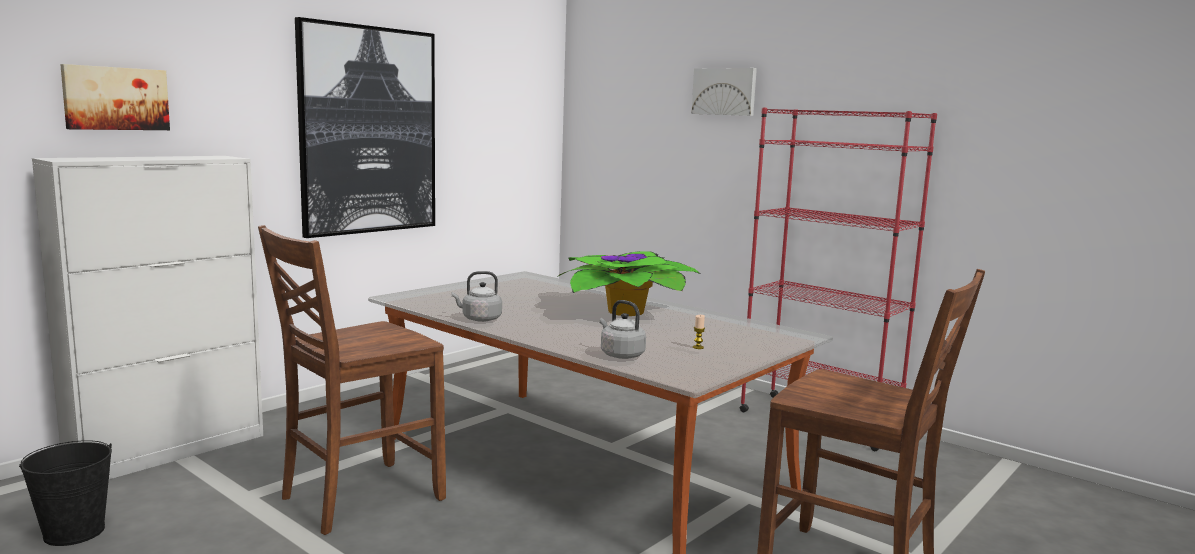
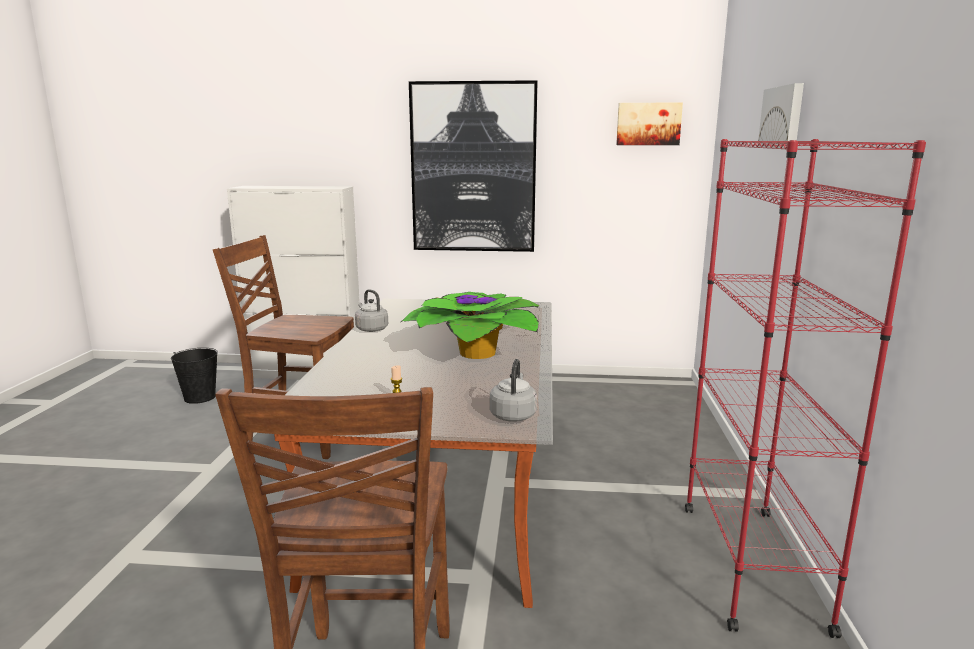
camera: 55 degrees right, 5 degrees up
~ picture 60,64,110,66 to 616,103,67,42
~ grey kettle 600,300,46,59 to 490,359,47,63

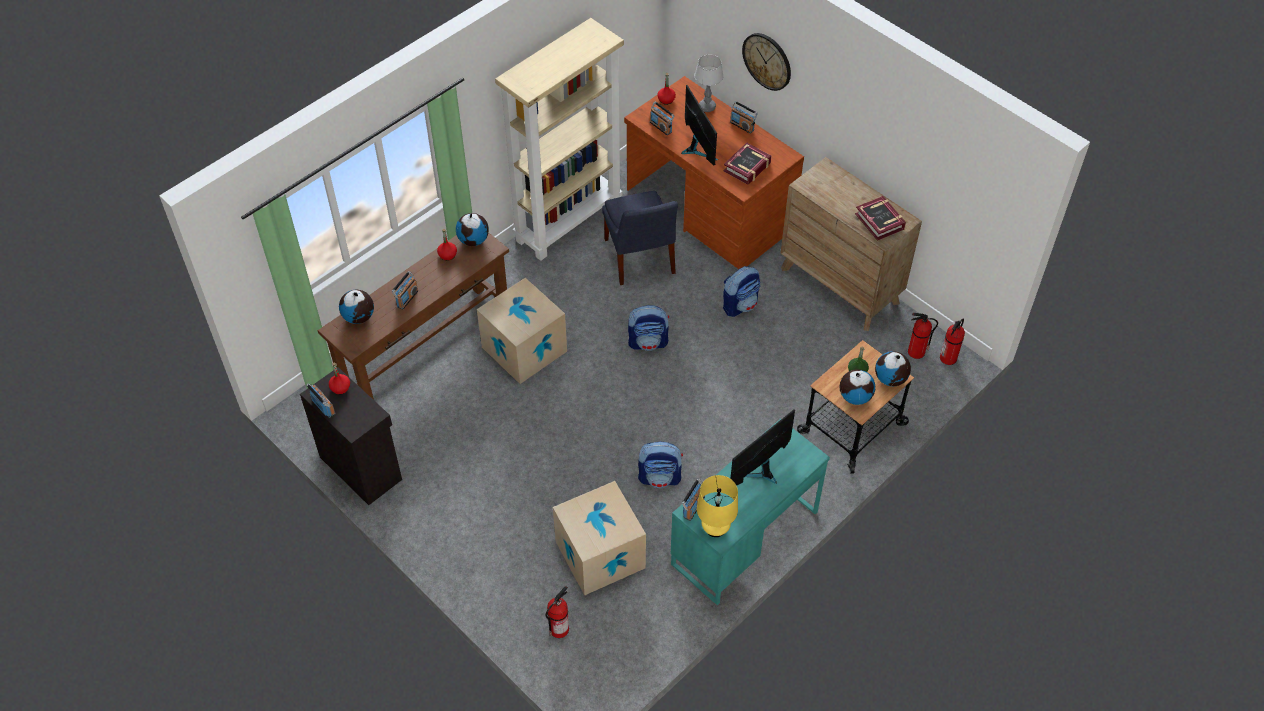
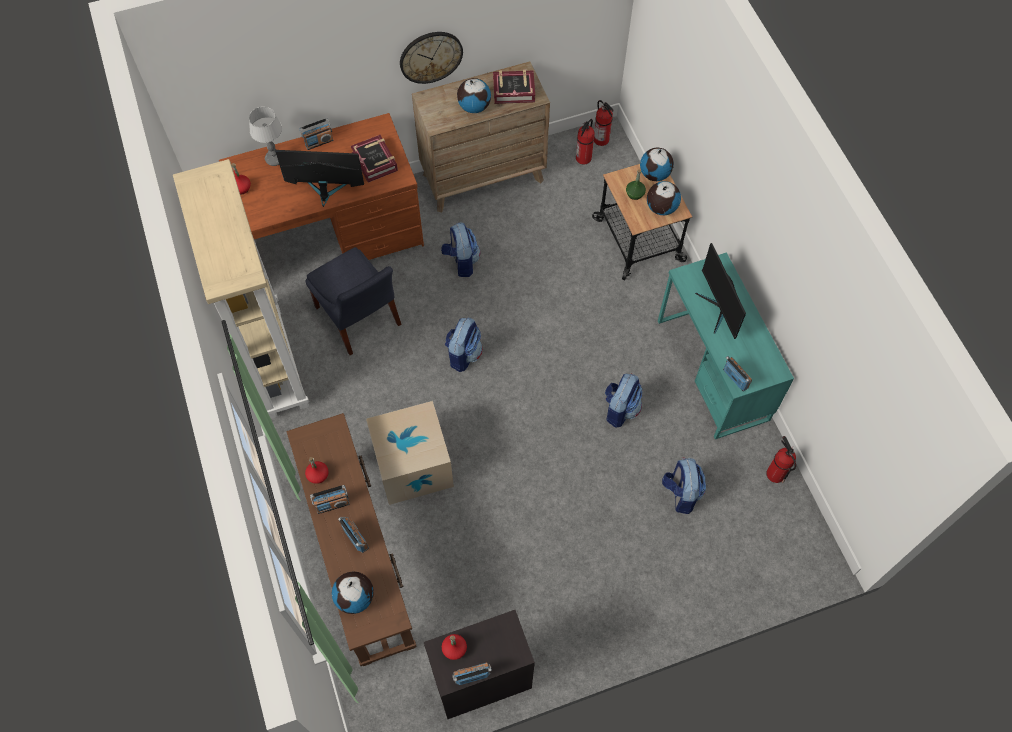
camera: 65 degrees left, 10 degrees up
~ wall clock 742,33,49,58 to 400,32,63,52
~ radio 650,101,24,34 to 310,485,40,29
~ blue chair 602,191,76,94 = 305,247,96,108 45 degrees clockwise
~ globe 456,213,33,33 to 457,78,34,35
- yellow table lamp 697,475,41,62
~ cardboard box 553,481,93,115 to backpack 662,458,44,56
~ fire extinguisher 546,586,23,52 to 766,436,30,47

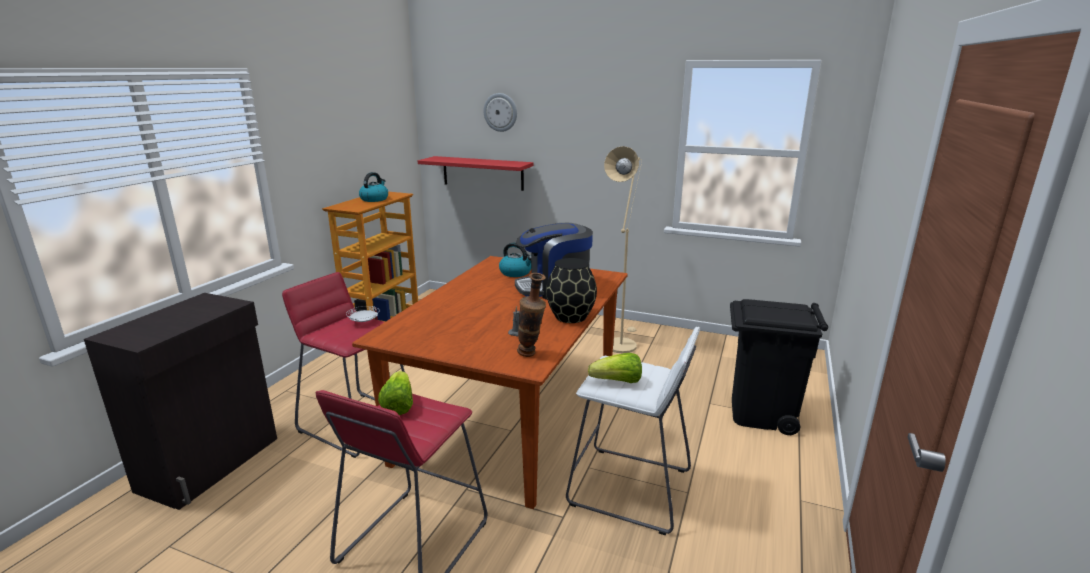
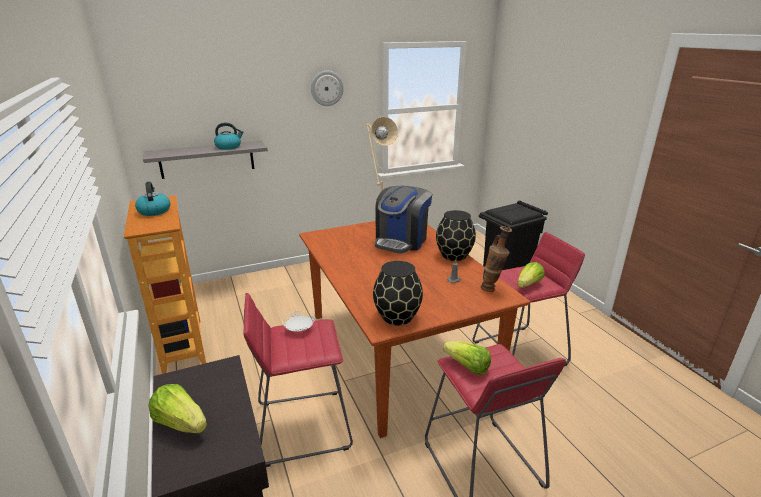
camera: 45 degrees left, 5 degrees up
~ wall clock 484,93,33,39 to 311,71,33,35
~ red shelf 418,156,115,35 to grey shelf 143,141,125,38
~ kettle 499,243,32,34 to 214,122,30,28
~ white stool 566,327,134,208 to red stool 472,232,113,134
+ black vase 373,261,50,65
+ lettuce 148,384,59,49

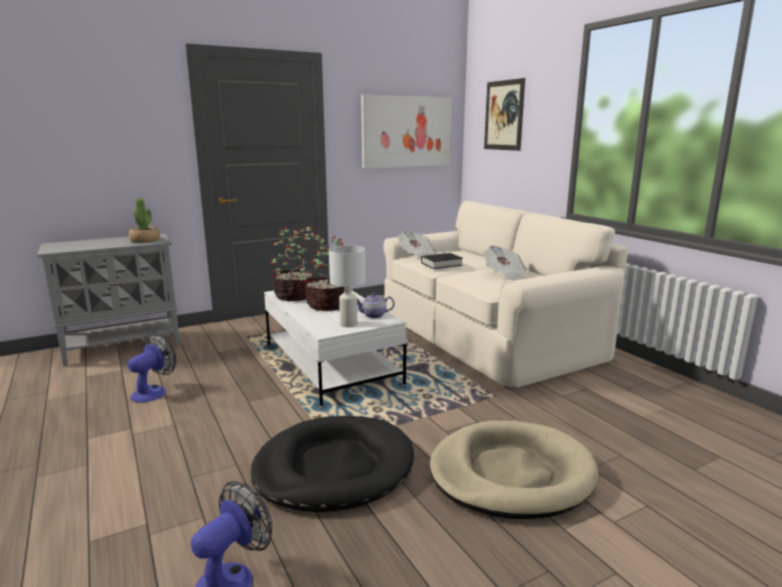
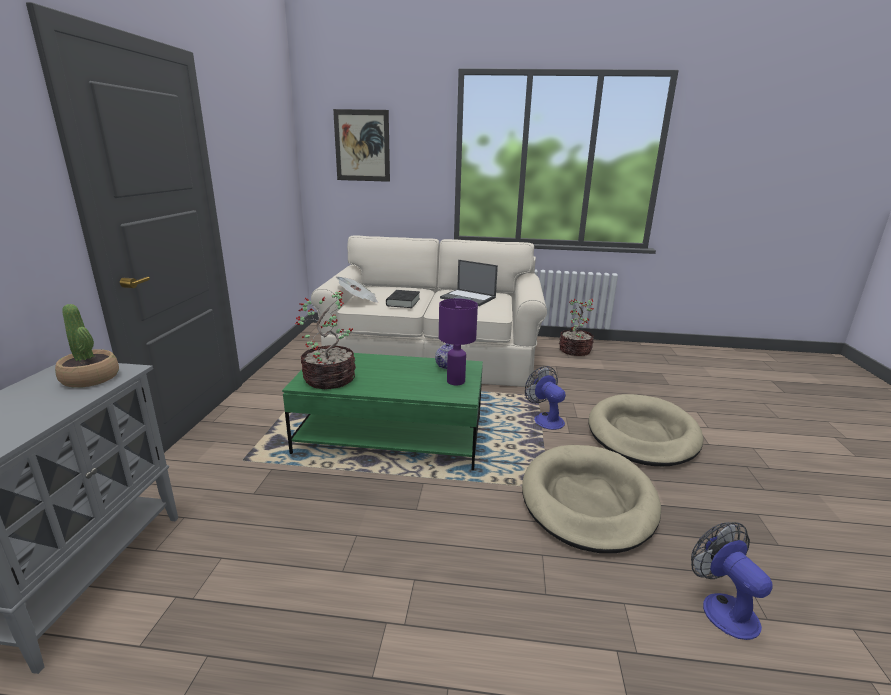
camera: 55 degrees left, 5 degrees up
- picture 361,95,91,73
~ potted plant 295,230,49,81 to 559,299,35,57
~ white table lamp 329,246,36,81 to purple table lamp 439,298,39,87
~ newspaper 483,246,46,35 to laptop 440,260,58,46
~ white coffee table 264,291,143,114 to green coffee table 282,353,201,117
~ fan 128,334,48,69 to 525,366,41,64
~ black dog bed 250,416,164,96 to beige dog bed 522,445,139,108

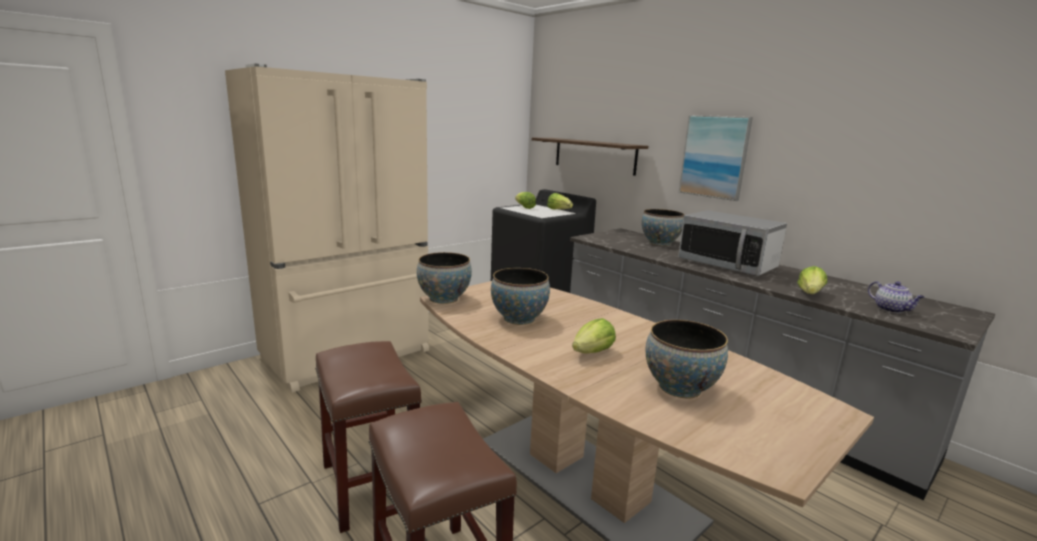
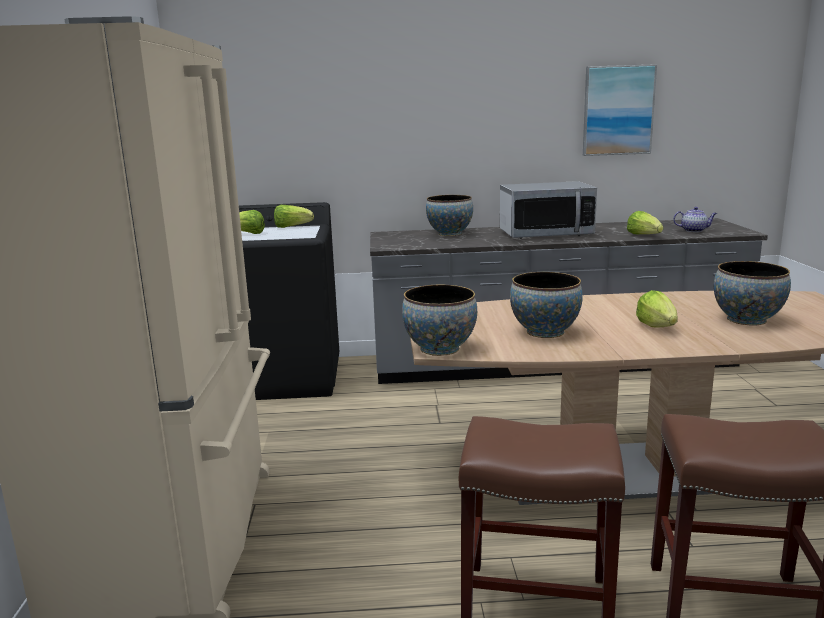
camera: 50 degrees left, 0 degrees up
~ picture 679,115,74,86 to 583,64,74,92
- shelf 532,138,116,38

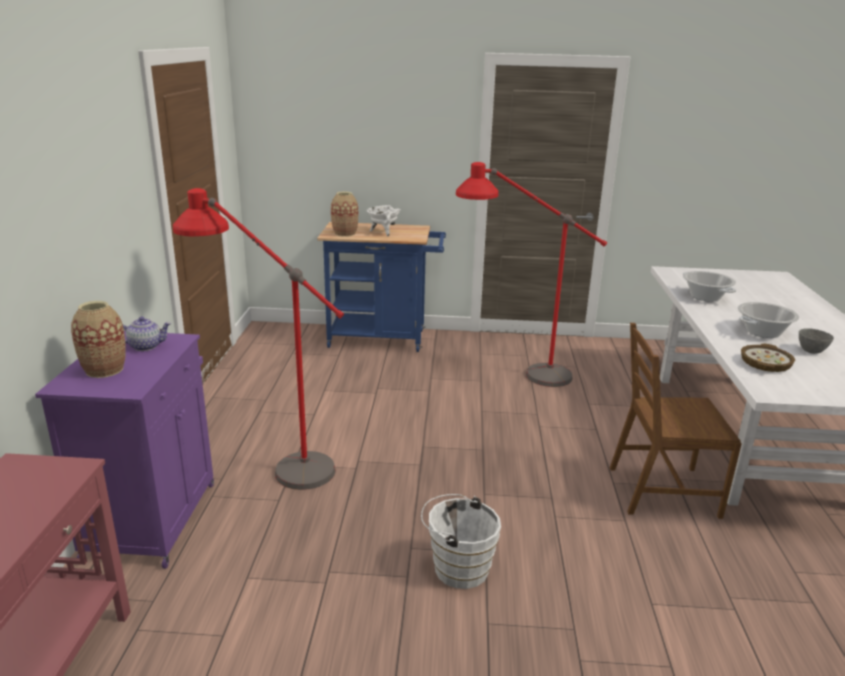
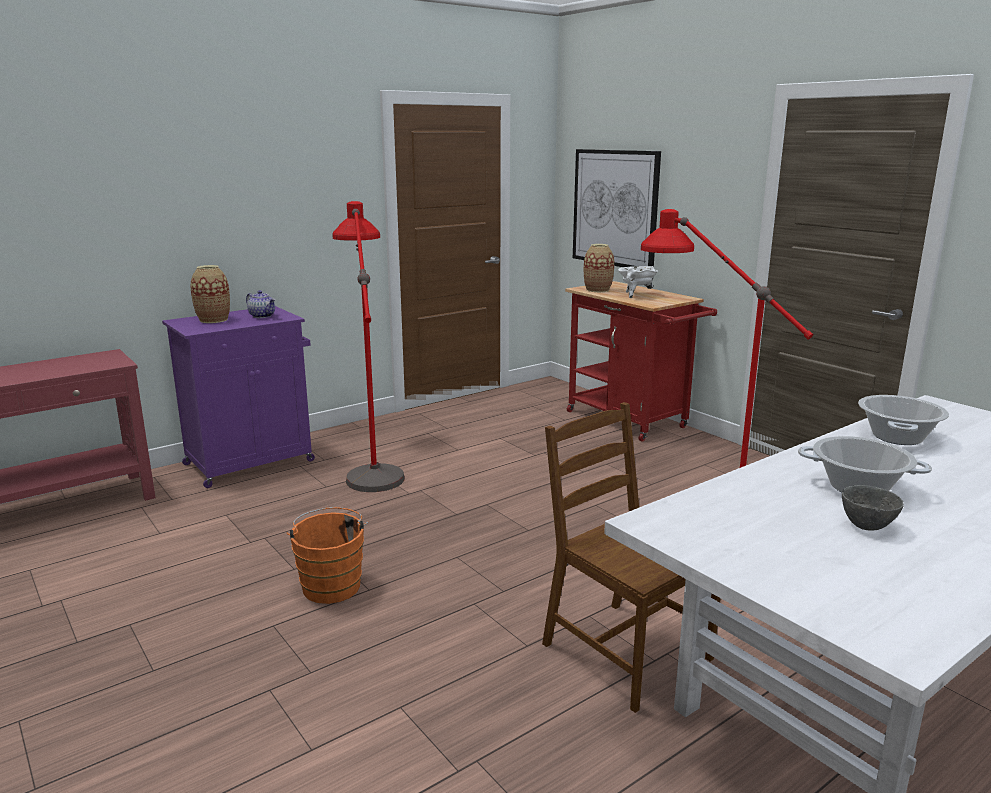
camera: 50 degrees right, 5 degrees down
~ blue cart 317,222,129,130 to red cart 565,281,152,161
- bowl 741,343,54,29
~ white bucket 421,494,80,95 to orange bucket 286,507,82,97
+ picture 573,149,88,118

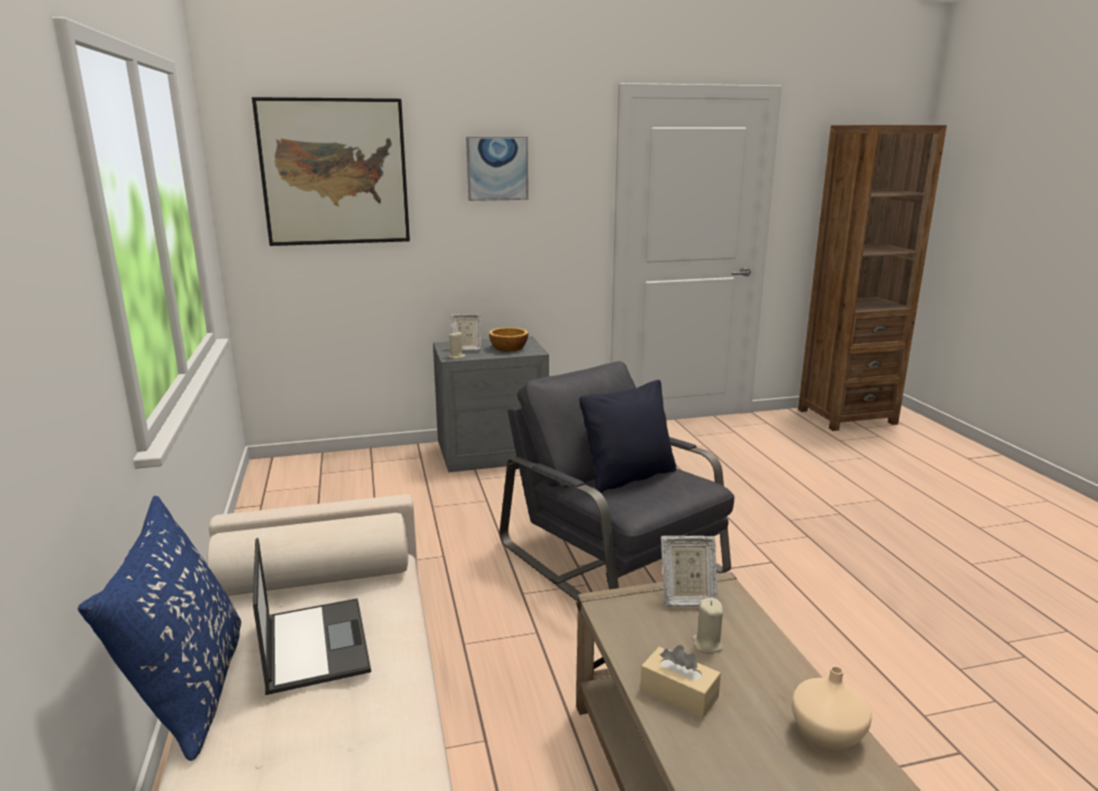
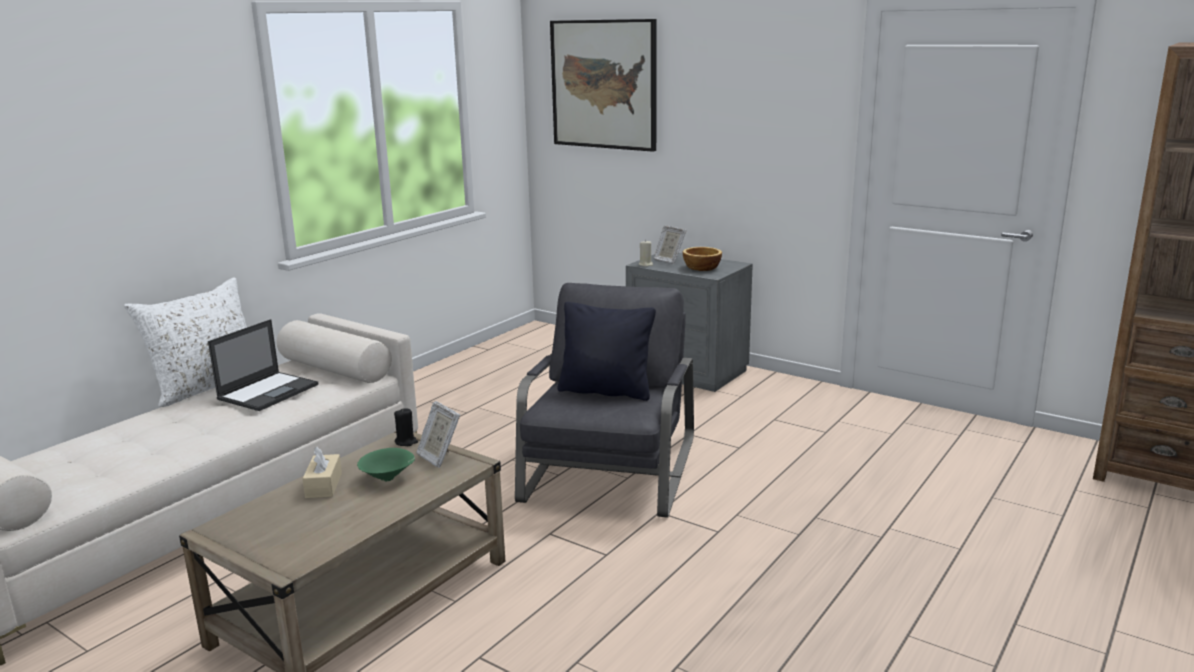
camera: 50 degrees right, 0 degrees up
- picture 466,137,62,64
~ blue pillow 78,496,163,265 to white pillow 124,277,123,130
~ beige candle 692,598,31,56 to green bowl 357,448,58,34
- beige vase 792,666,80,84
+ black candle 394,408,24,38

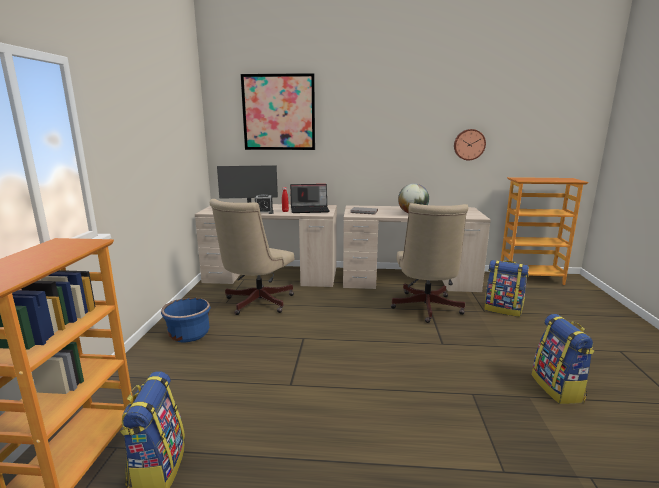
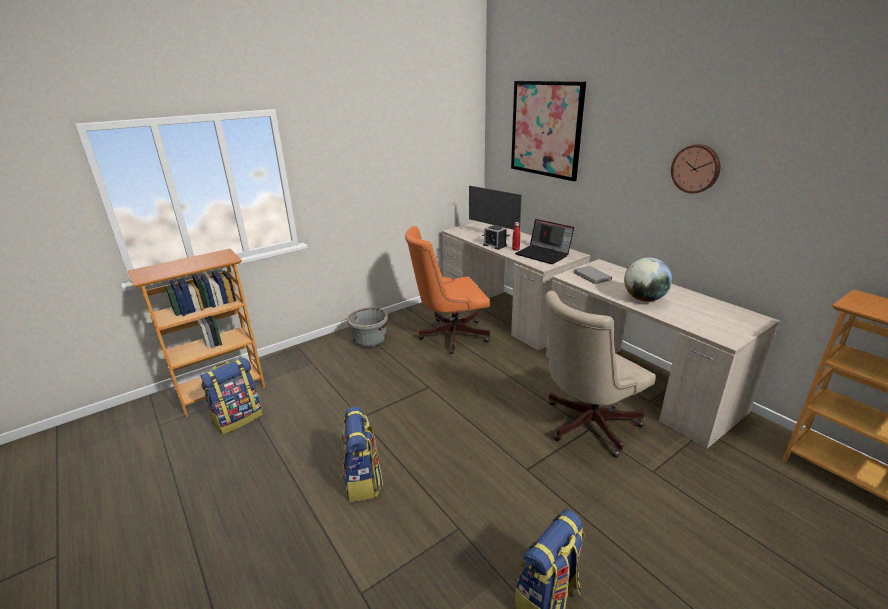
camera: 50 degrees right, 10 degrees up
~ wall clock 454,129,32,32 to 671,144,50,49
~ beige office chair 210,199,84,116 to orange office chair 405,226,85,128
~ backpack 484,260,45,57 to 342,407,41,95
~ blue planter 161,298,50,45 to grey planter 347,308,41,39

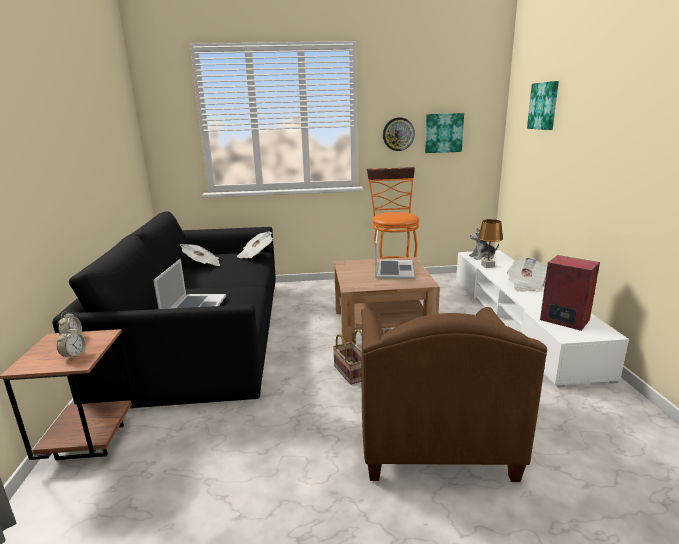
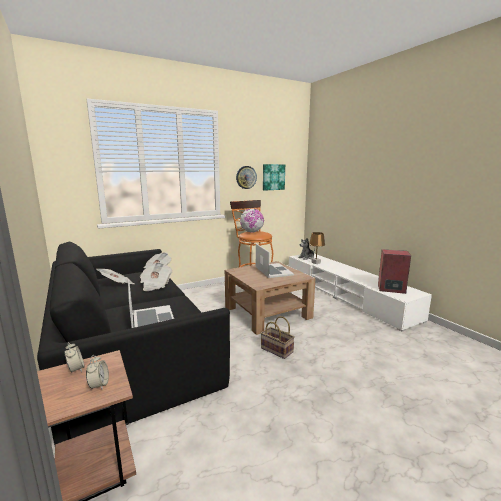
camera: 25 degrees left, 5 degrees down
- picture 527,81,32,49
~ newspaper 507,257,40,35 to 140,262,32,29
- brown armchair 361,307,186,175
+ globe 240,209,24,24

